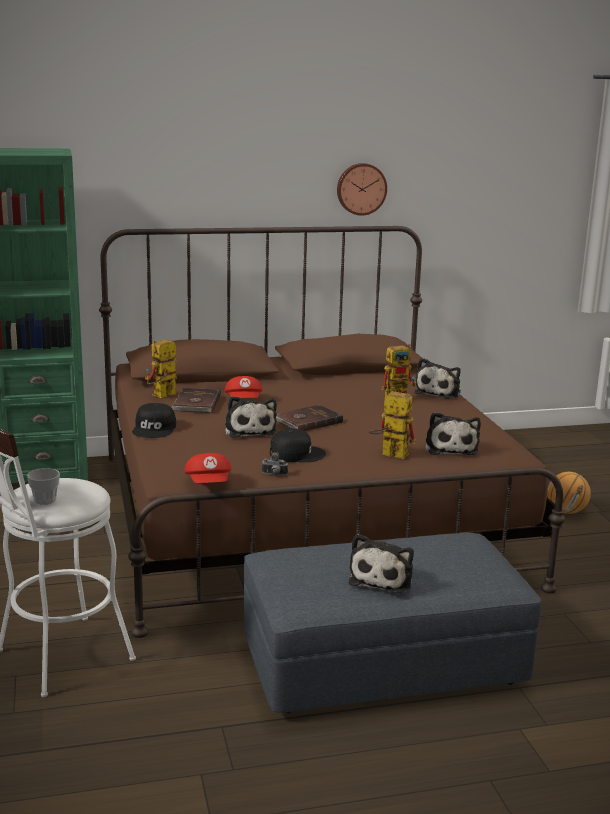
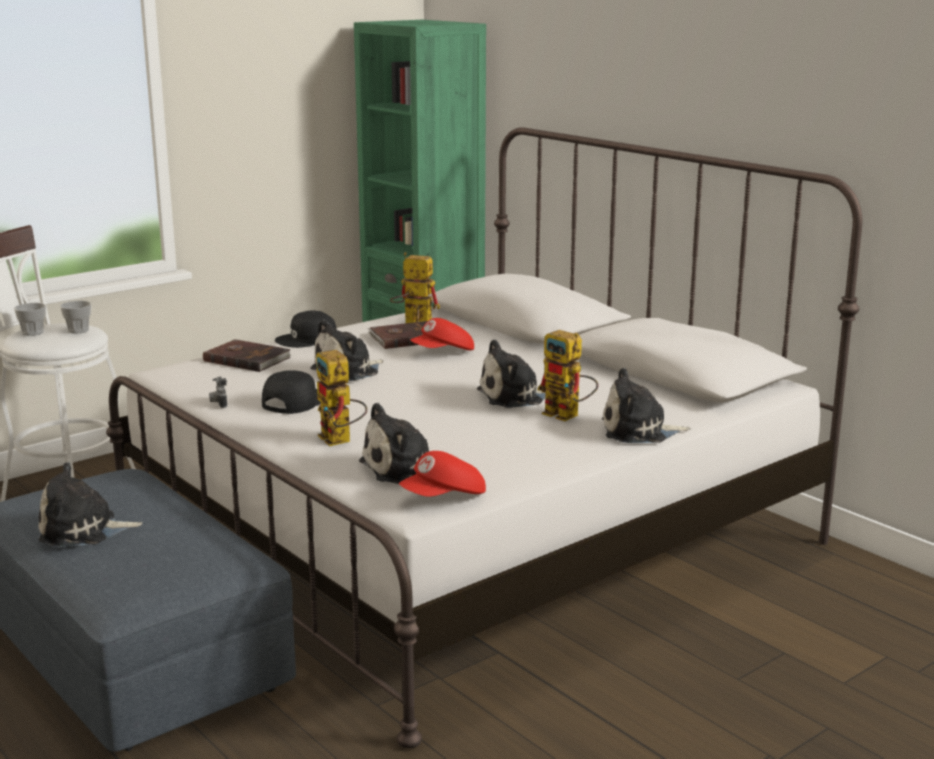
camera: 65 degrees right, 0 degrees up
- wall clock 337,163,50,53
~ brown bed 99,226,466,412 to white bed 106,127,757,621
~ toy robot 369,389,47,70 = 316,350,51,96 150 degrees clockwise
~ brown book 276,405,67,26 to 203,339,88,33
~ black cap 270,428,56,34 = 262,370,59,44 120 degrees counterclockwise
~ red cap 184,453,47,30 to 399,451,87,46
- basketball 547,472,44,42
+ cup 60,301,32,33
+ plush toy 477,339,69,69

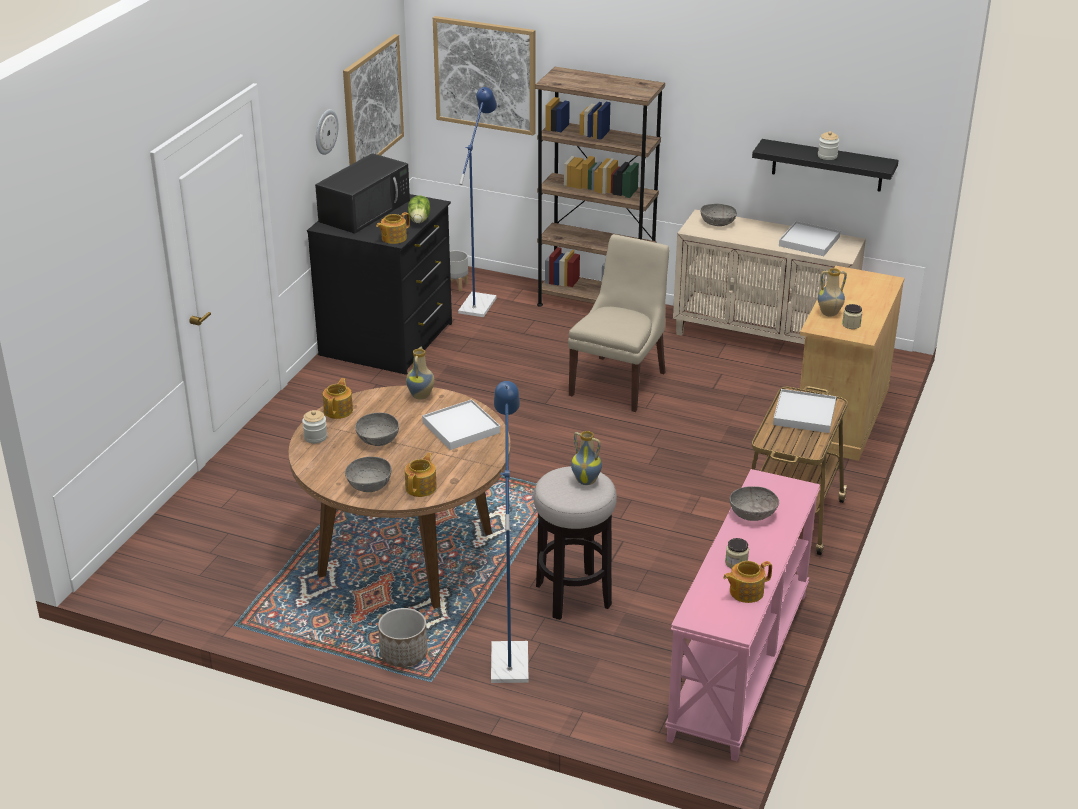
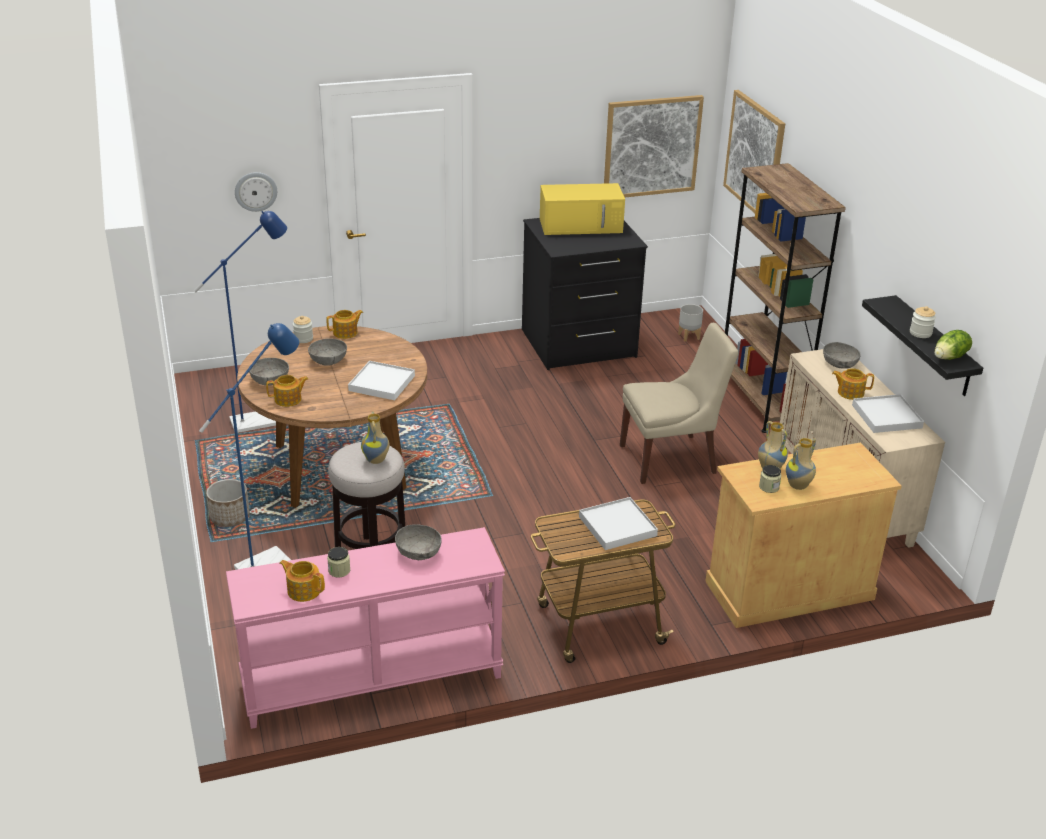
camera: 50 degrees right, 0 degrees up
~ blue floor lamp 458,87,39,230 to 194,211,93,222
~ wall clock 316,109,23,46 to 235,172,42,40
~ black microwave 315,153,95,81 to yellow microwave 540,183,85,52
~ lettuce 408,196,22,28 to 934,330,38,30
~ teapot 376,212,34,32 to 832,368,42,32
~ vase 406,347,29,53 to 786,438,30,52

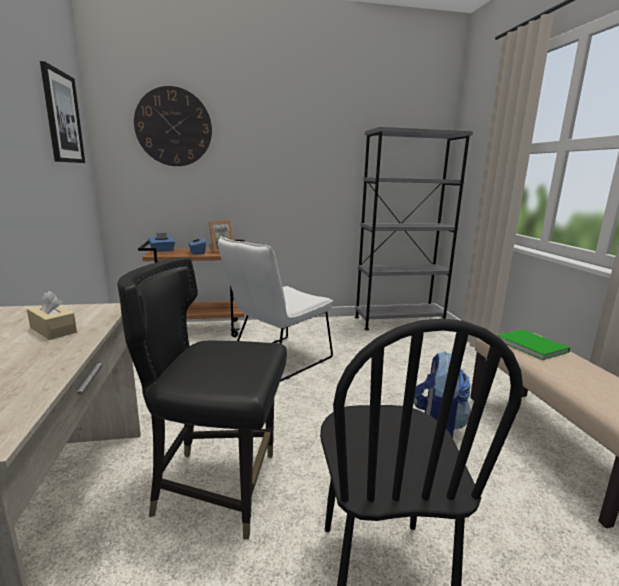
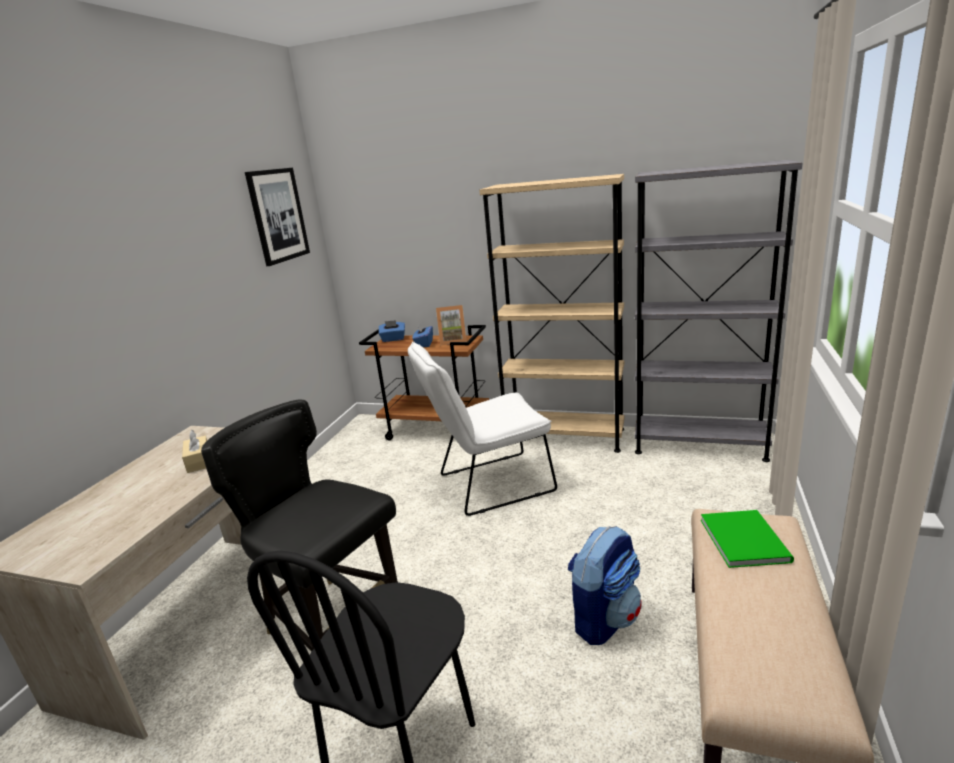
camera: 30 degrees right, 5 degrees up
- wall clock 134,86,78,80
+ beige bookcase 479,174,146,279

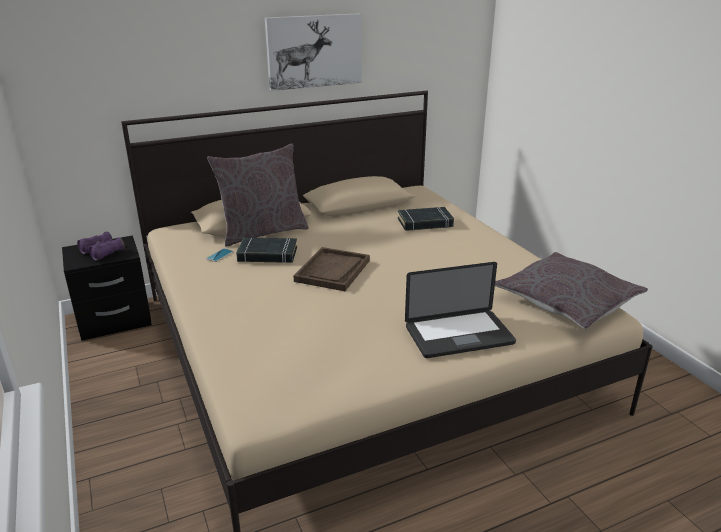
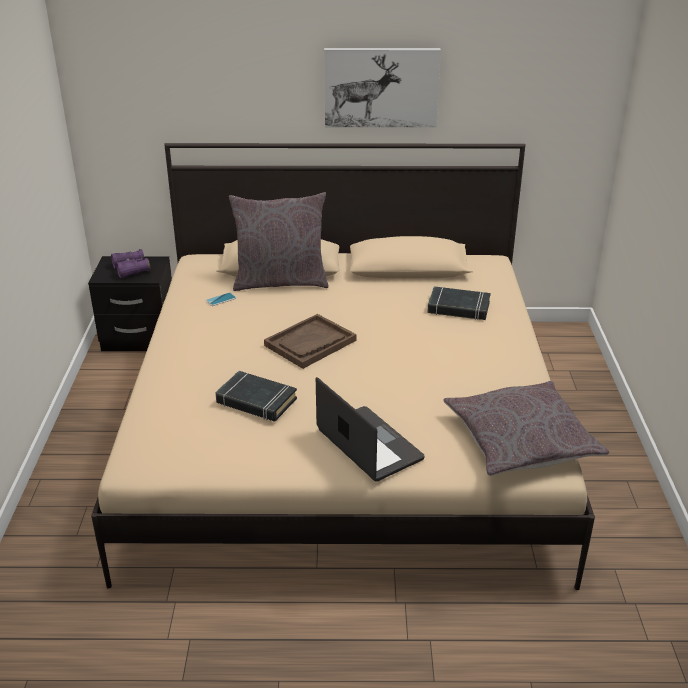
camera: 25 degrees right, 5 degrees up
~ black book 236,238,61,26 to 215,371,82,51
~ laptop 405,262,111,96 = 316,377,108,105 135 degrees counterclockwise

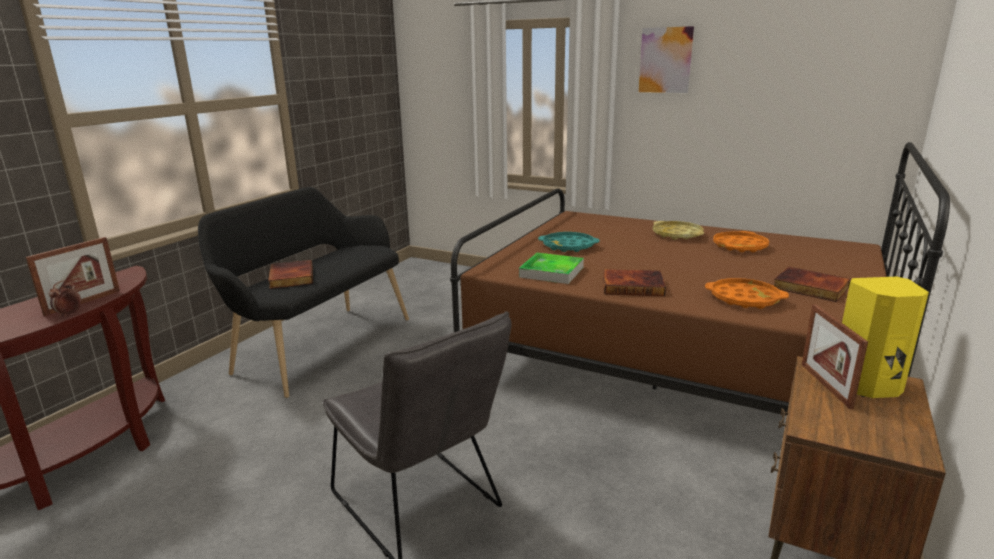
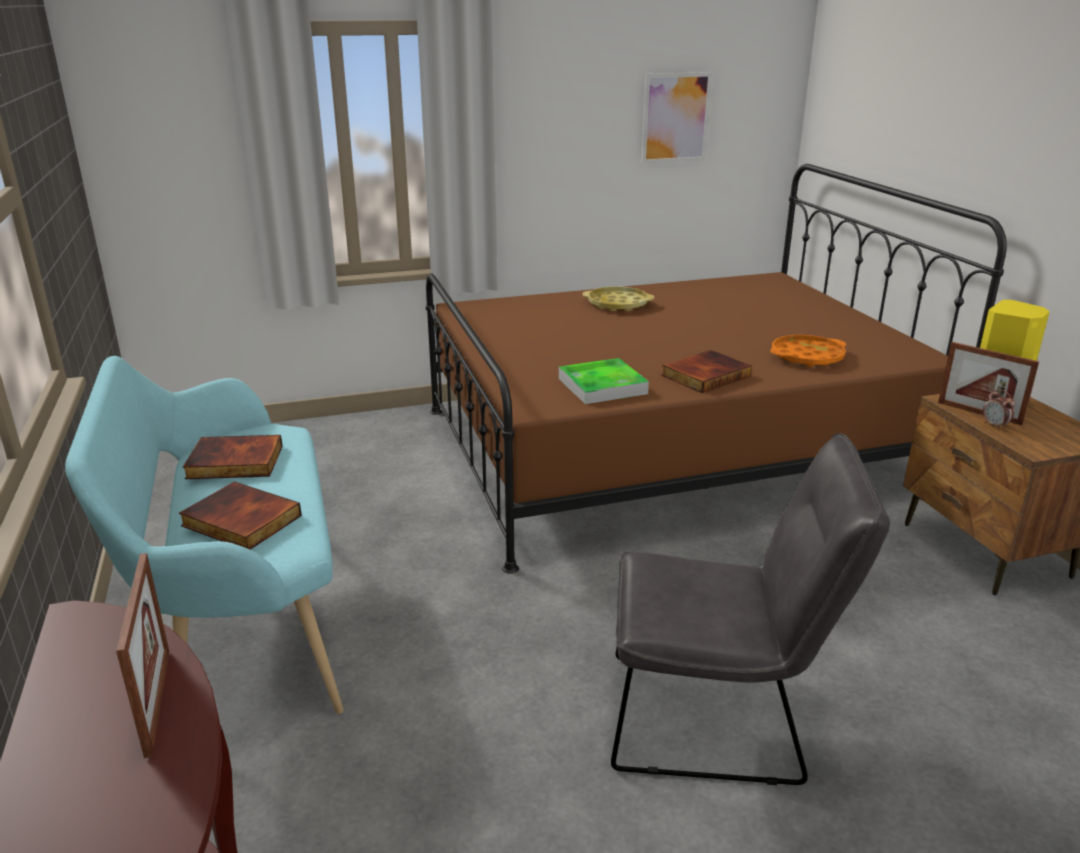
camera: 45 degrees left, 5 degrees up
~ picture 635,23,63,73 to 641,72,71,91
~ black bench 198,187,211,211 to turquoise bench 65,356,279,358
- orange tray 713,231,56,21
- turquoise tray 538,232,61,20
~ book 774,267,77,35 to 183,435,100,44
~ alarm clock 49,280,32,37 to 983,389,32,41

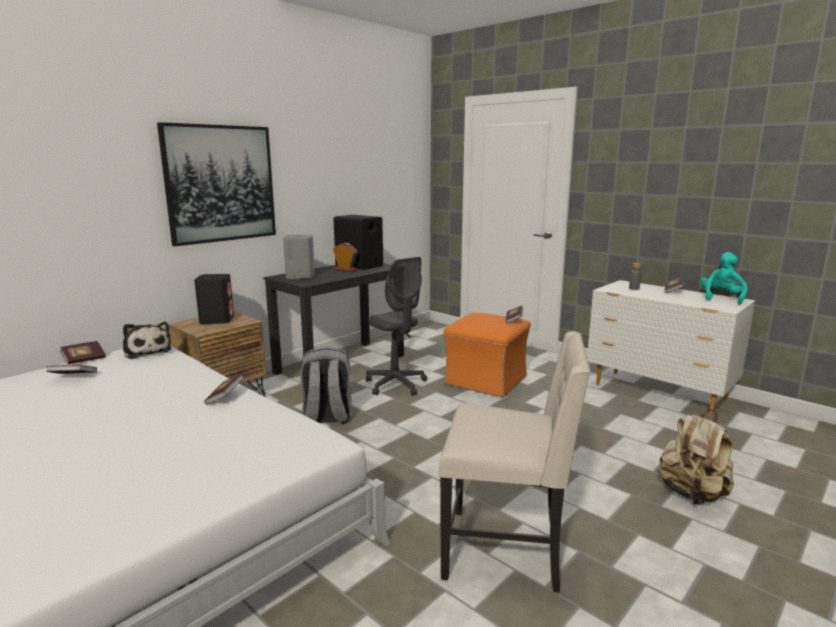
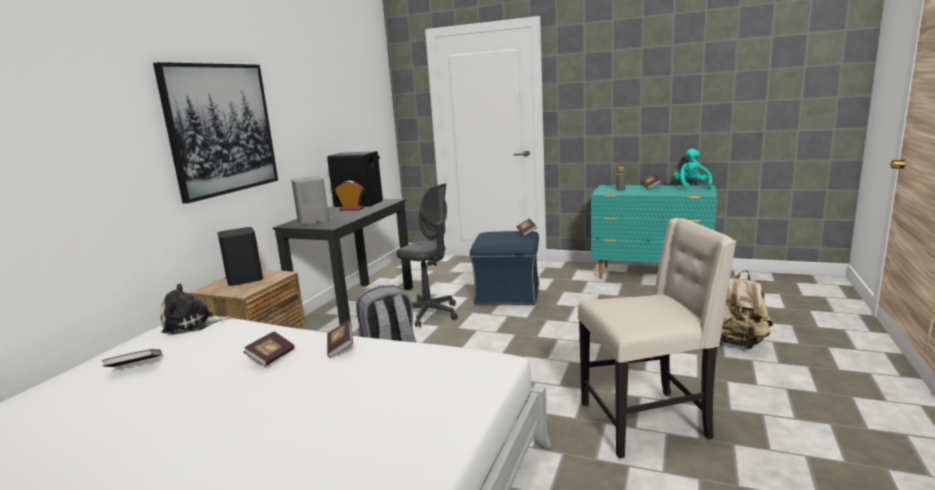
camera: 20 degrees left, 0 degrees up
~ white dresser 587,280,168,138 to turquoise dresser 591,185,126,94
~ orange ottoman 444,312,87,86 to blue ottoman 470,231,69,74
~ plush toy 123,322,49,37 = 161,283,70,52 135 degrees clockwise
~ book 60,341,46,23 to 243,332,52,34

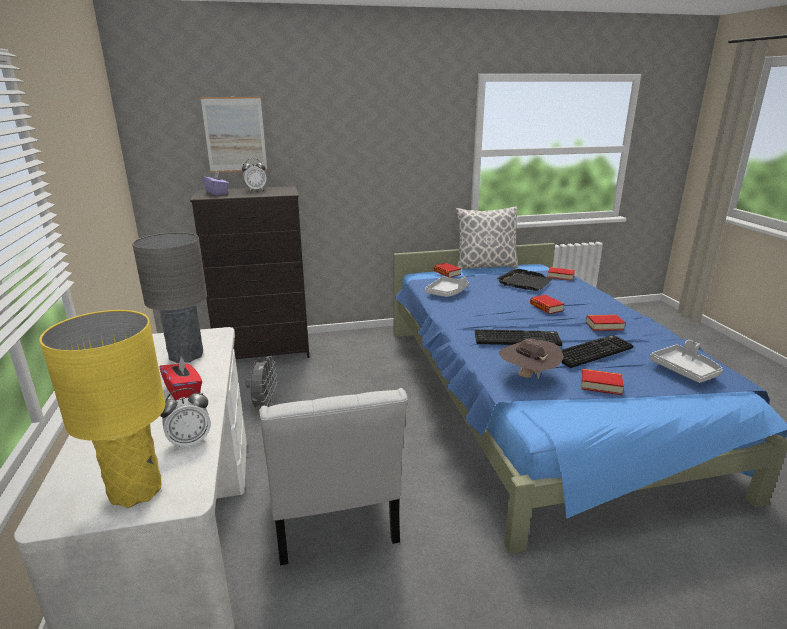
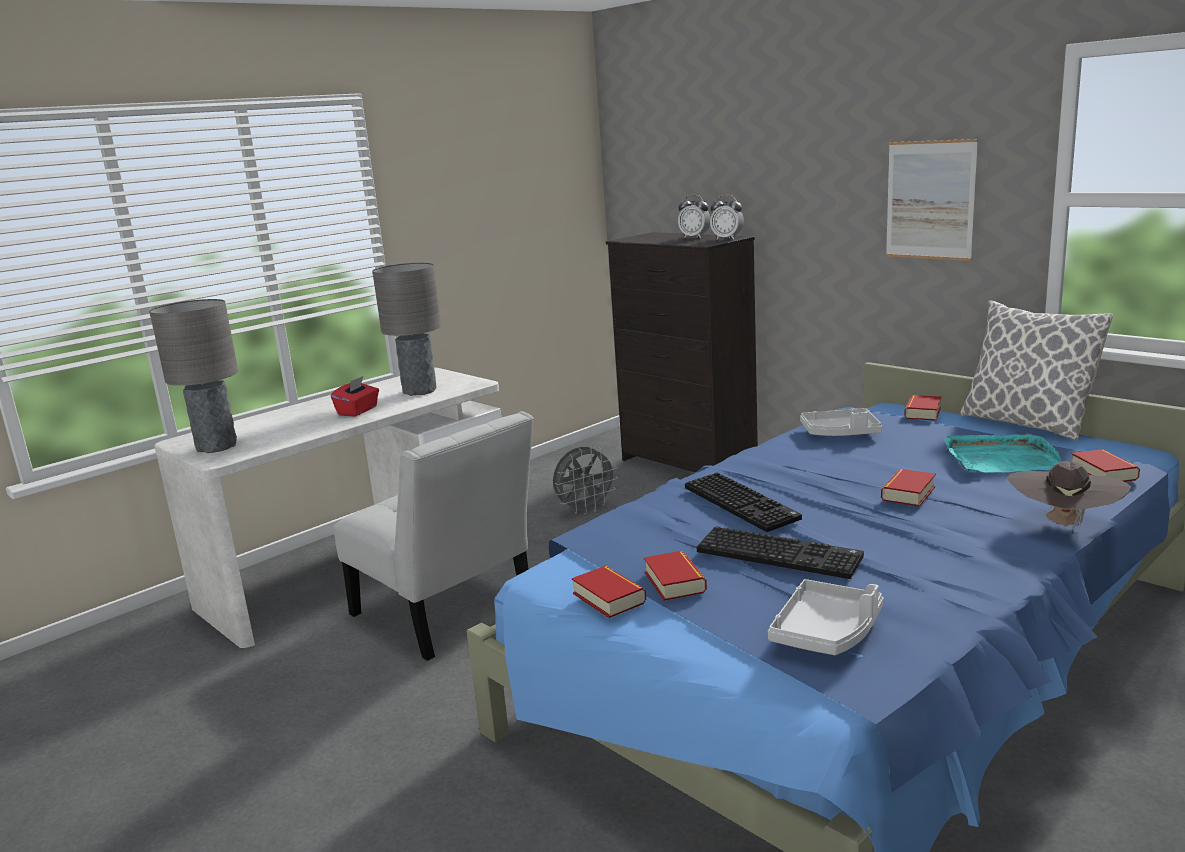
camera: 60 degrees right, 5 degrees down
~ picture 200,97,67,75 to 886,139,92,122
- purple tissue box 203,171,26,24
~ black tray 497,269,55,22 to turquoise tray 944,434,117,39
~ yellow table lamp 39,310,126,198 to grey table lamp 149,299,89,154
~ book 586,315,39,16 to 572,566,74,52
~ brown hat 499,338,65,41 to 1006,461,125,71
~ alarm clock 160,388,51,62 to 710,194,34,46
~ white chair 259,388,149,177 = 334,411,199,250 90 degrees counterclockwise

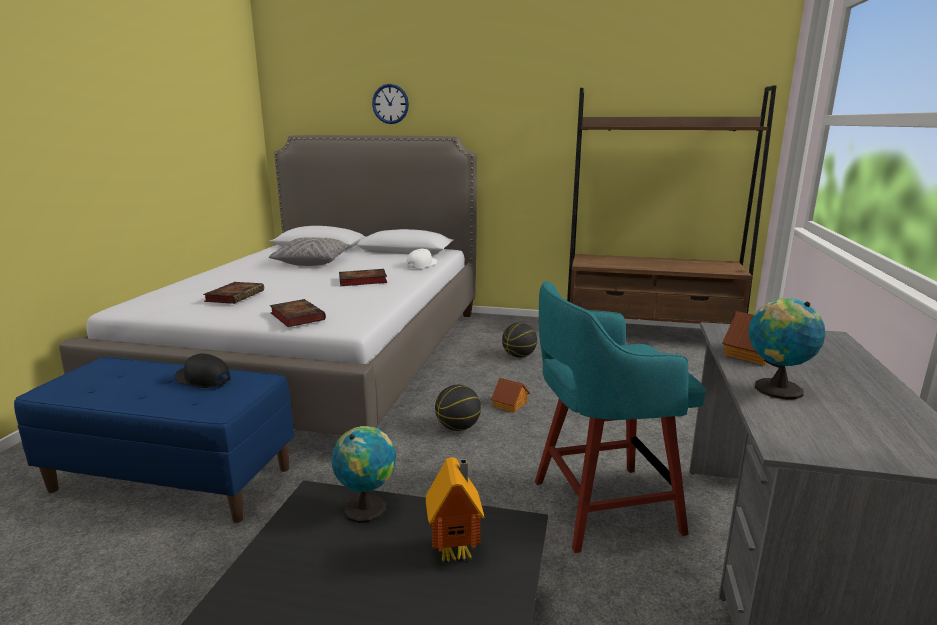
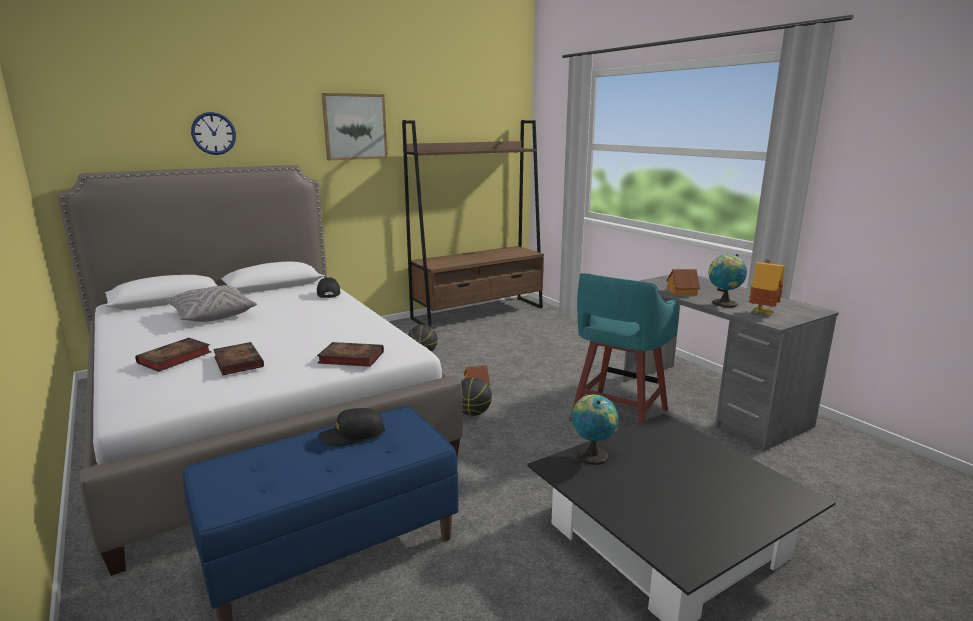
camera: 45 degrees left, 0 degrees up
~ white cap 406,249,31,20 to black cap 317,277,23,21
~ book 339,269,48,17 to 135,338,76,34
~ toy house 426,457,59,105 to 749,259,36,56
+ picture 322,93,66,67

